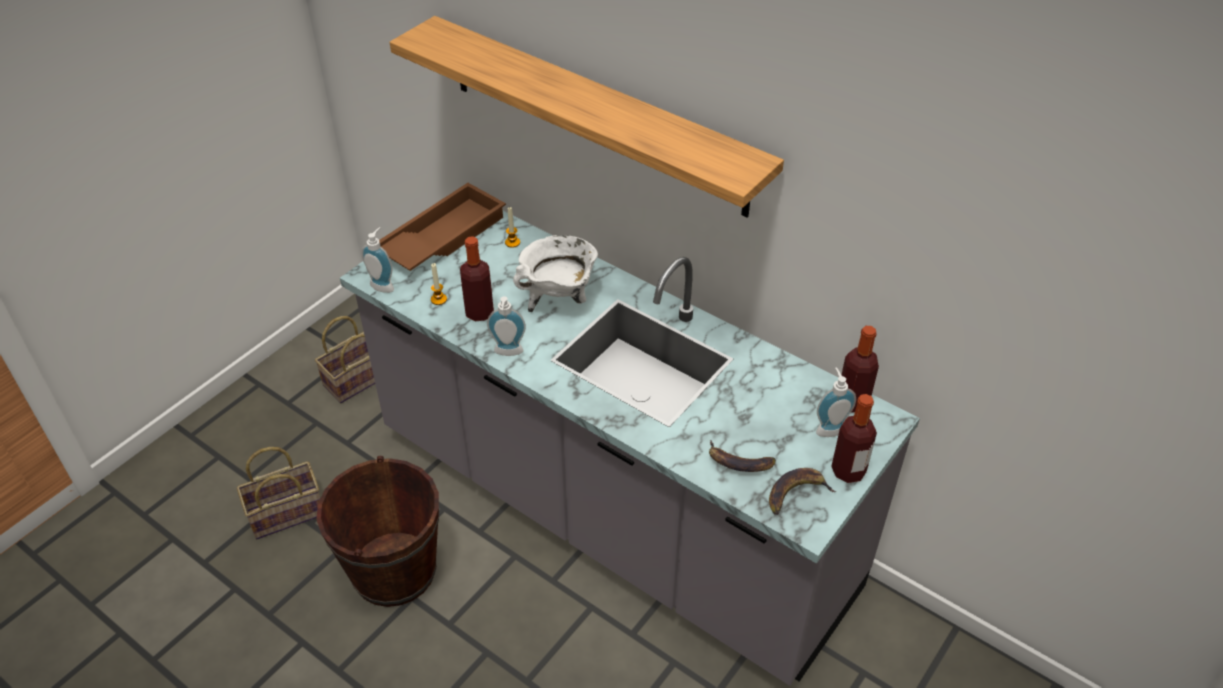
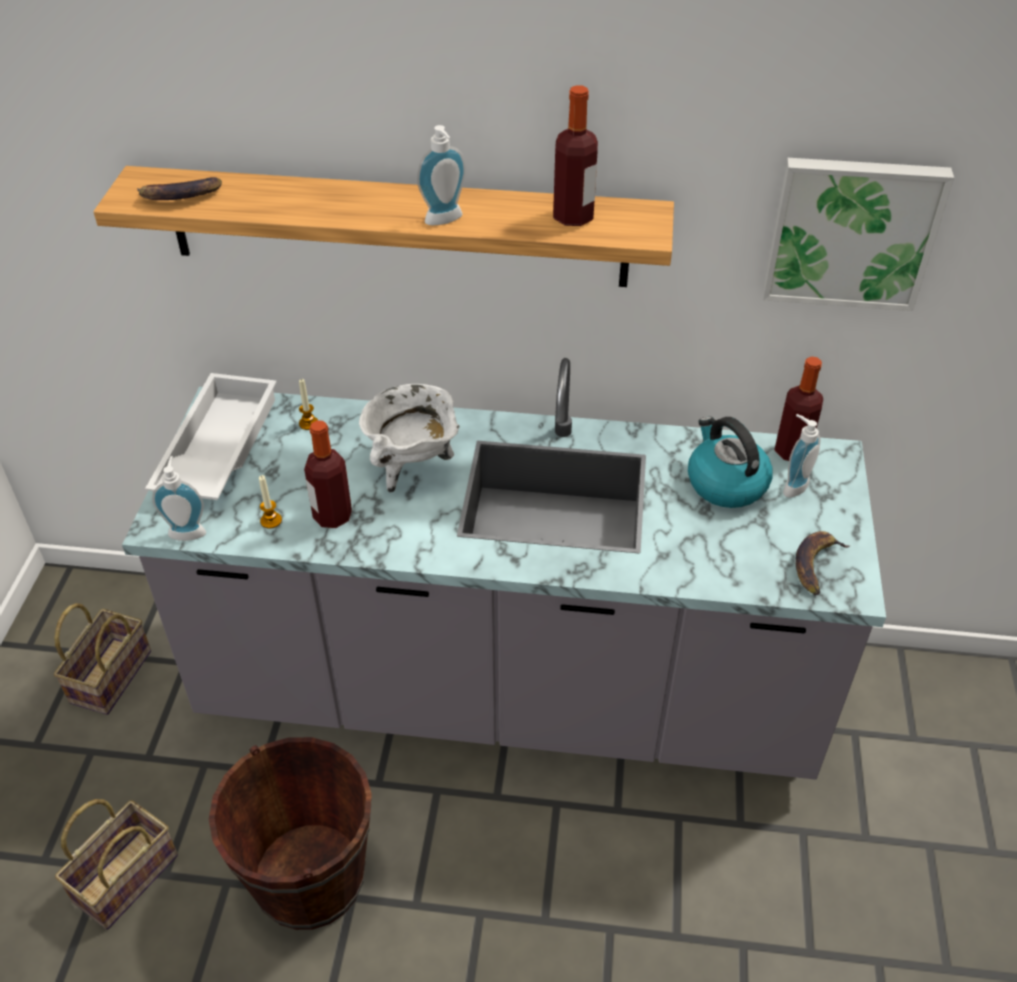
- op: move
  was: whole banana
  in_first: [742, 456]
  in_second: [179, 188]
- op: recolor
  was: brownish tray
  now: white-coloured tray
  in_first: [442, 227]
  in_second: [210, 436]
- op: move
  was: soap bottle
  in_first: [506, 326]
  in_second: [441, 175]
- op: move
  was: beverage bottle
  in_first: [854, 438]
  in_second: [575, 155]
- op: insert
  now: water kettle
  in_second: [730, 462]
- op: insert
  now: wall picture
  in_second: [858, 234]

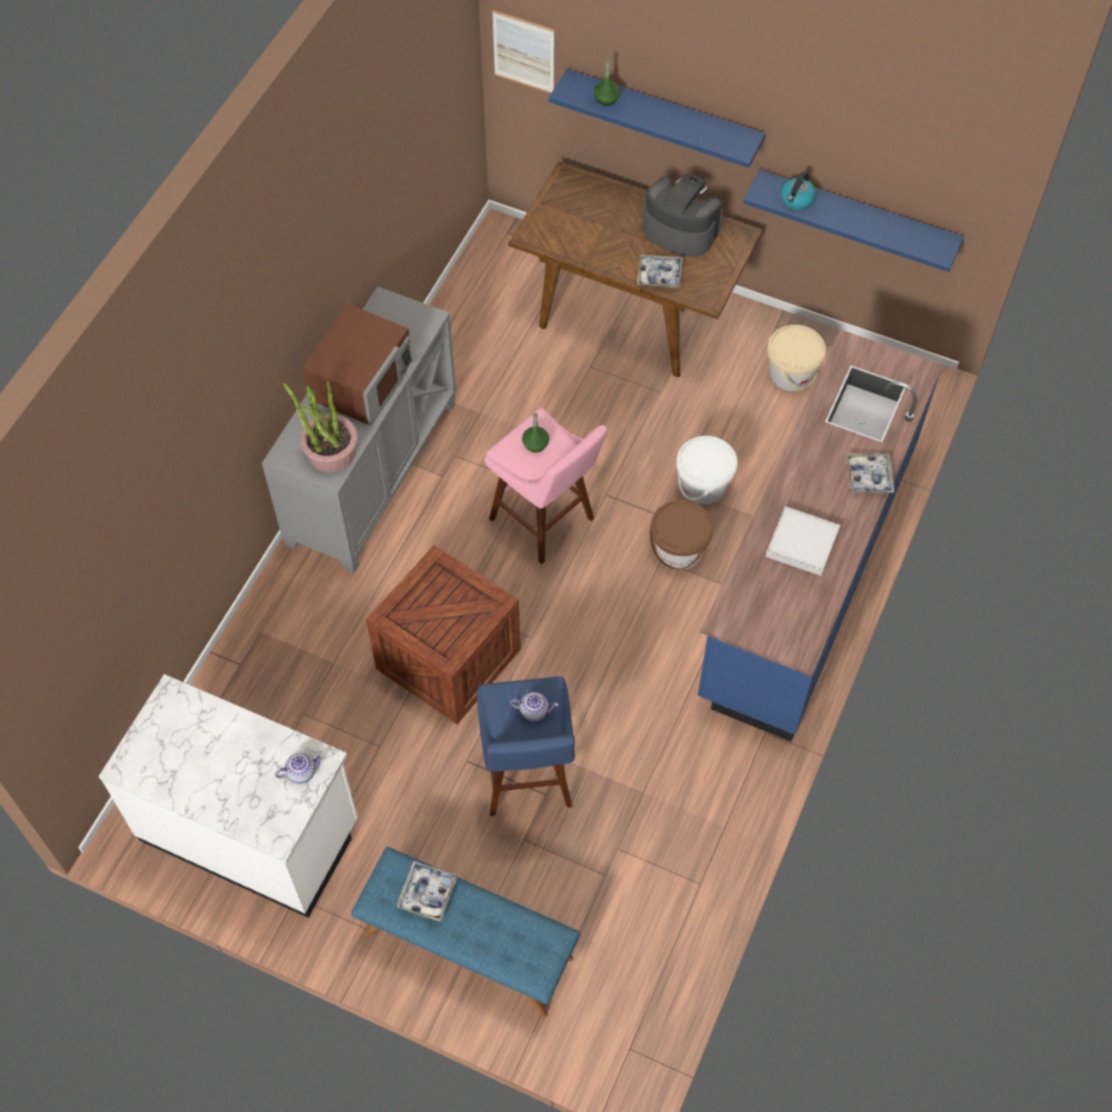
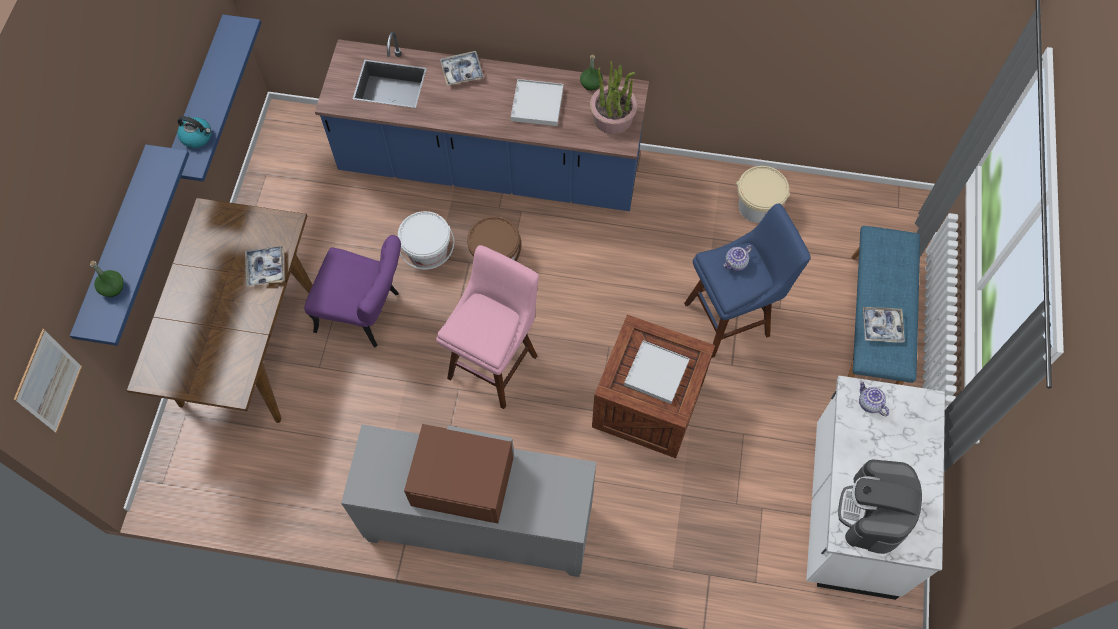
- op: insert
  now: purple chair
  in_second: [352, 291]
- op: move
  was: greenish beverage bottle
  in_first: [535, 433]
  in_second: [591, 72]
- op: move
  was: houseplant
  in_first: [320, 427]
  in_second: [614, 98]
- op: insert
  now: white-coloured tray
  in_second: [657, 372]
- op: rotate
  was: tea pot
  in_first: [534, 707]
  in_second: [738, 258]
  clockwise: -120
- op: move
  was: sand-coloured pail
  in_first: [796, 358]
  in_second: [763, 194]
- op: move
  was: coffee brewer
  in_first: [682, 215]
  in_second: [880, 506]

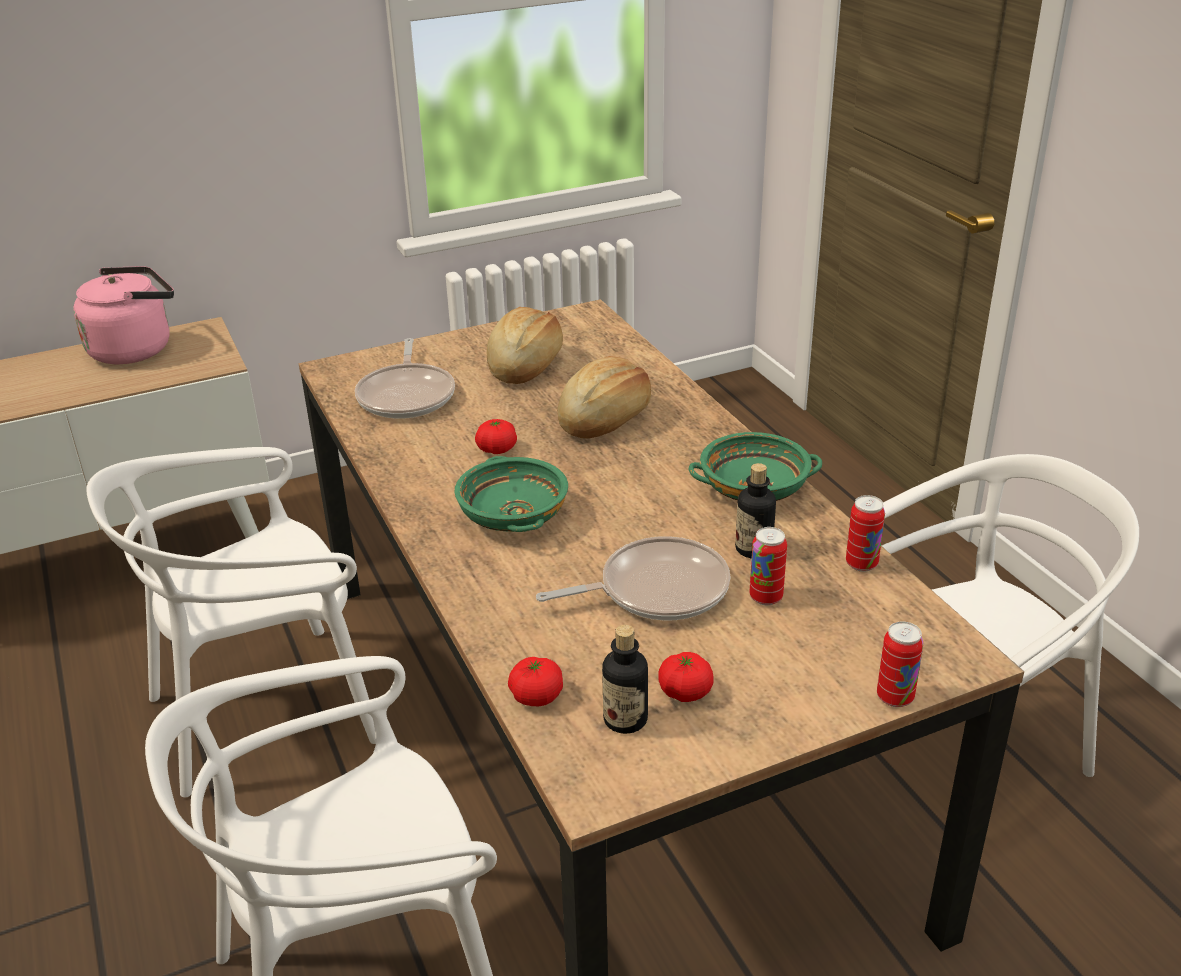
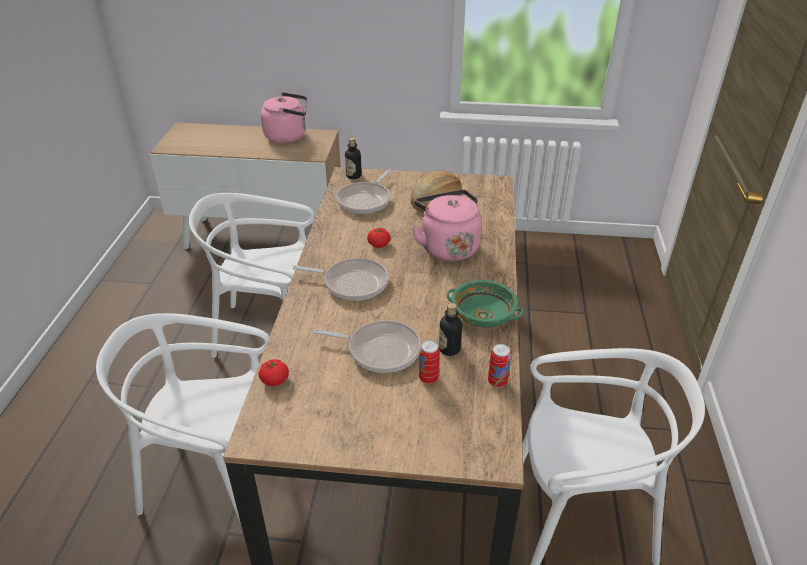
- op: replace
  was: greenish deep dish
  now: skillet
  in_first: [511, 494]
  in_second: [340, 279]
- op: move
  was: beverage bottle
  in_first: [625, 679]
  in_second: [353, 158]
- op: replace
  was: baked bread
  now: pinkish water kettle
  in_first: [604, 397]
  in_second: [447, 225]
- op: delete
  was: tomato
  in_first: [686, 677]
- op: delete
  was: sealed can
  in_first: [900, 664]

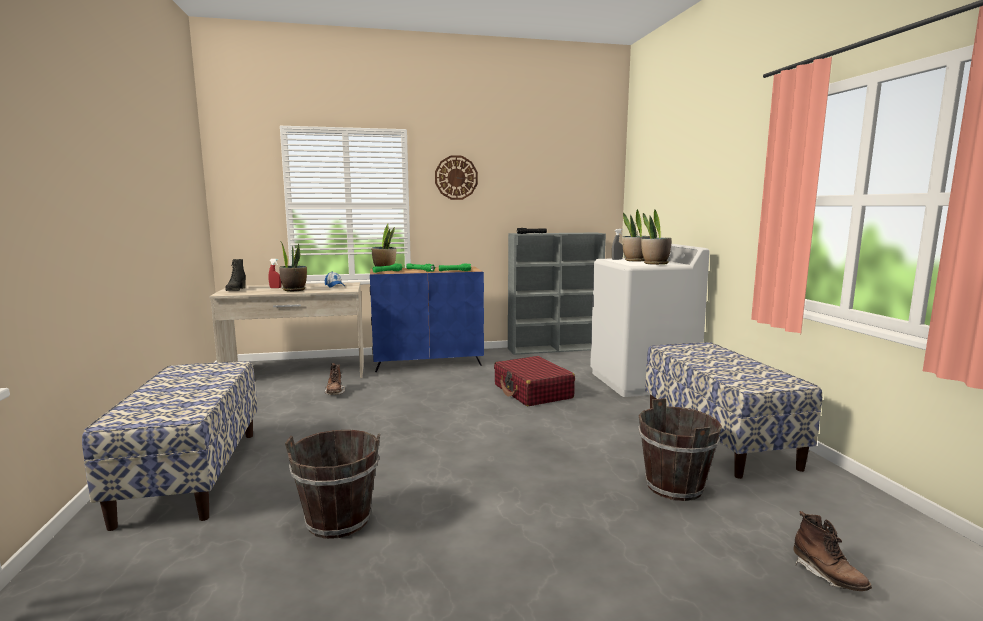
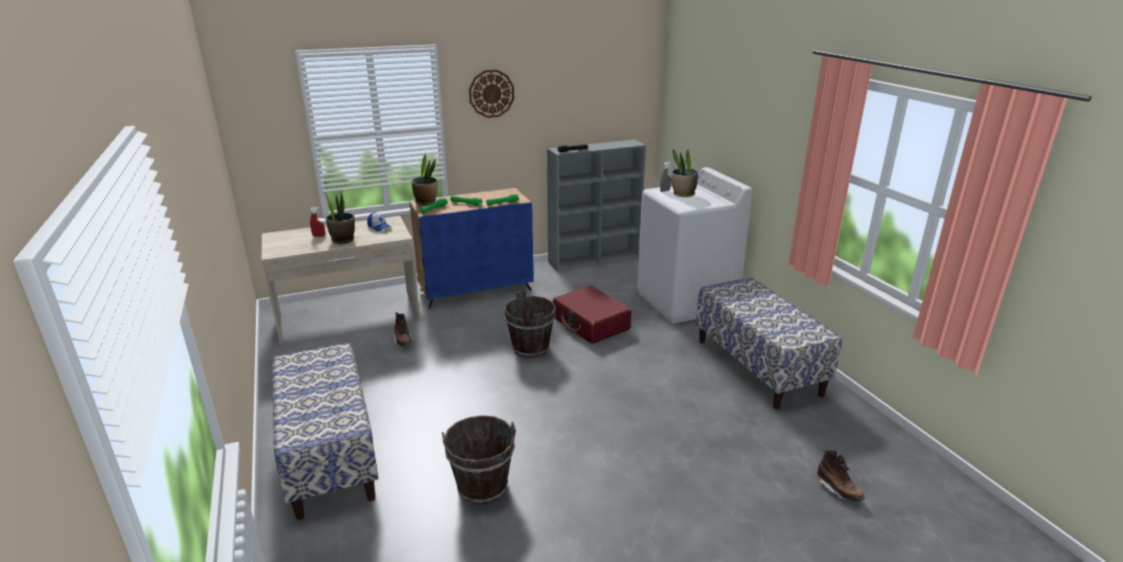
- op: move
  was: brownish pail
  in_first: [680, 449]
  in_second: [530, 324]
- op: delete
  was: black tall boot
  in_first: [235, 275]
- op: delete
  was: houseplant
  in_first: [656, 237]

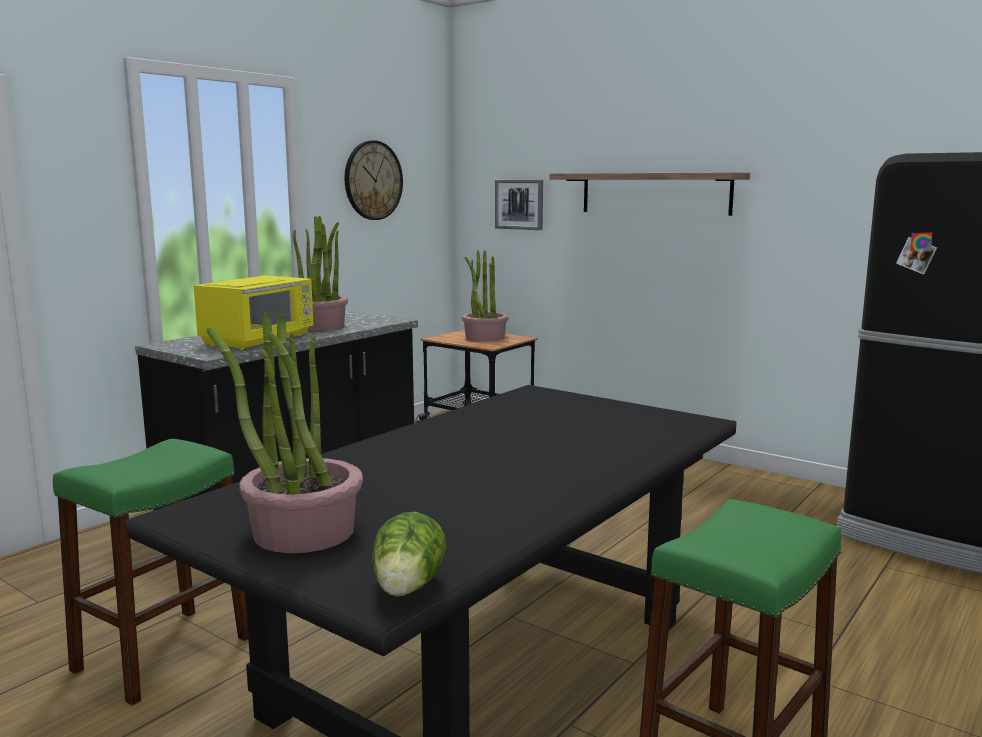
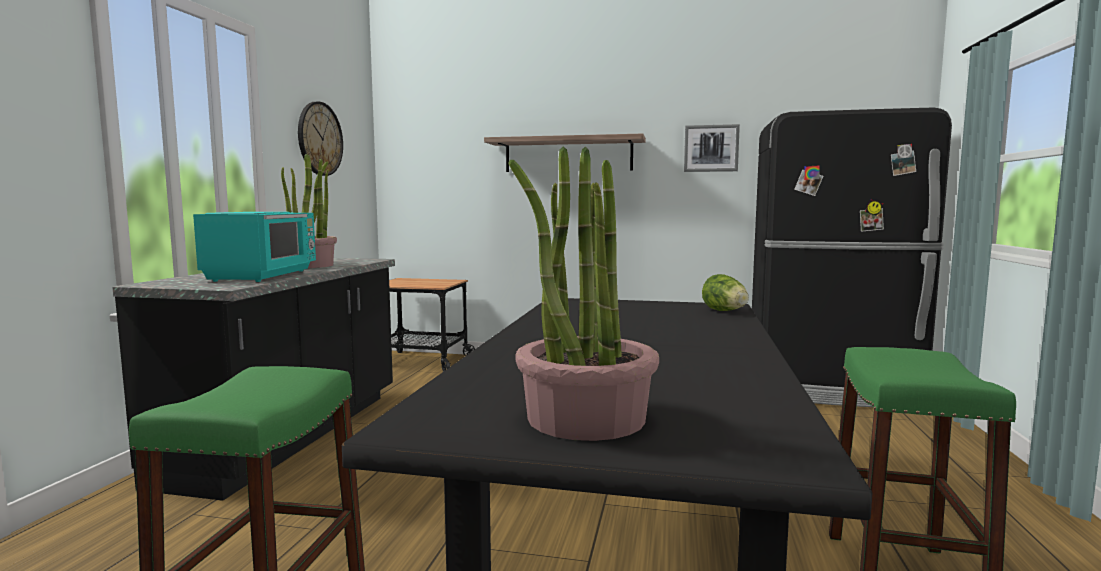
- op: recolor
  was: yellowish kitchen microwave
  now: turquoise-coloured kitchen microwave
  in_first: [253, 312]
  in_second: [254, 247]
- op: move
  was: wall picture
  in_first: [519, 205]
  in_second: [712, 148]
- op: move
  was: lettuce head
  in_first: [409, 554]
  in_second: [725, 292]
- op: delete
  was: houseplant
  in_first: [485, 296]

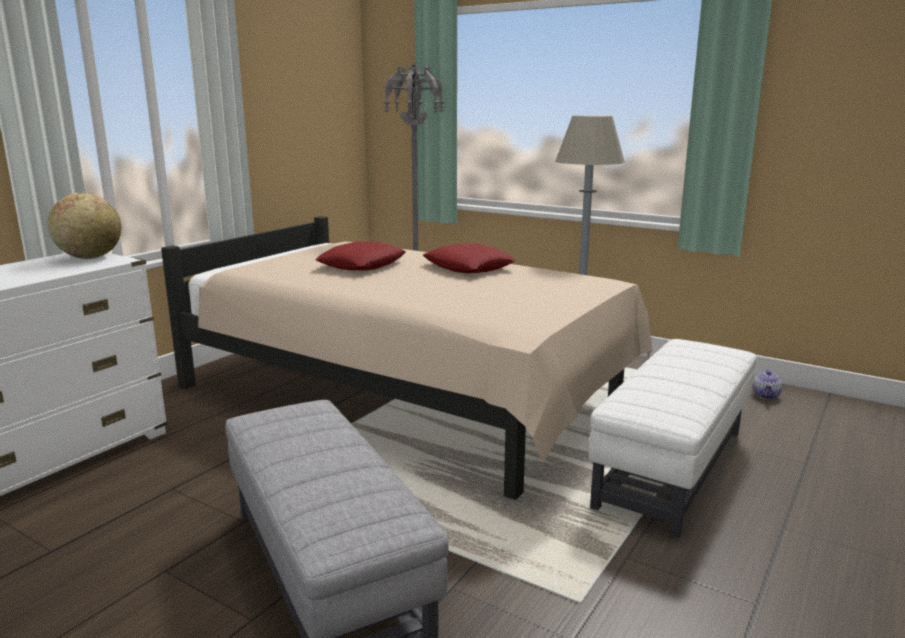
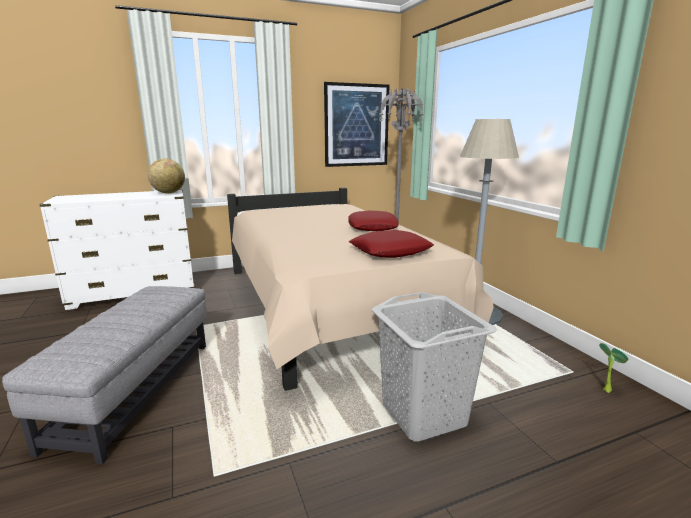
- op: insert
  now: wall picture
  in_second: [356, 124]
- op: move
  was: red cushion
  in_first: [361, 255]
  in_second: [391, 244]
- op: replace
  was: white-coloured footrest
  now: gray laundry basket
  in_first: [672, 438]
  in_second: [434, 367]
- op: replace
  was: tea pot
  now: houseplant
  in_first: [767, 384]
  in_second: [613, 368]

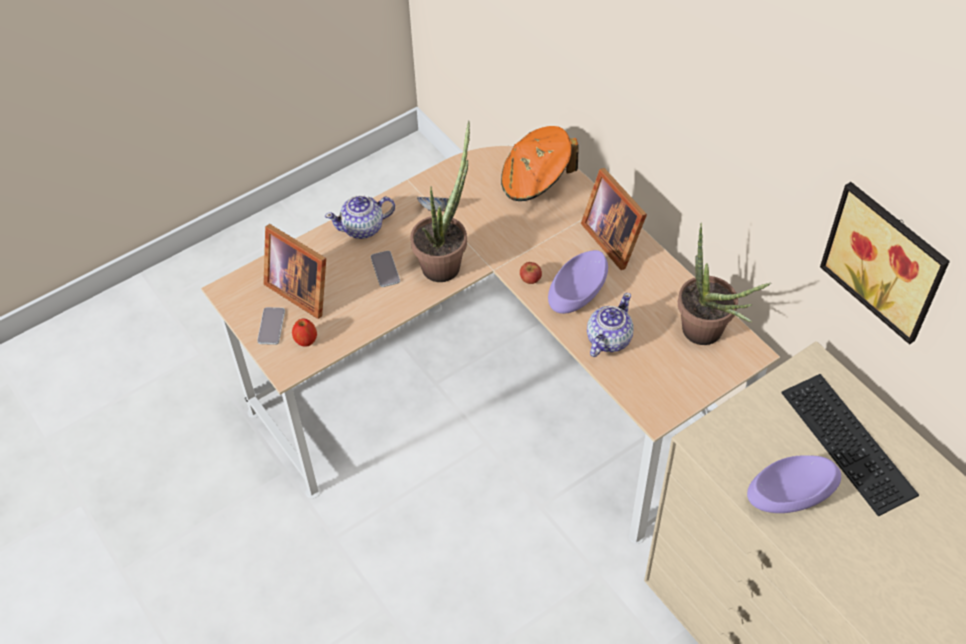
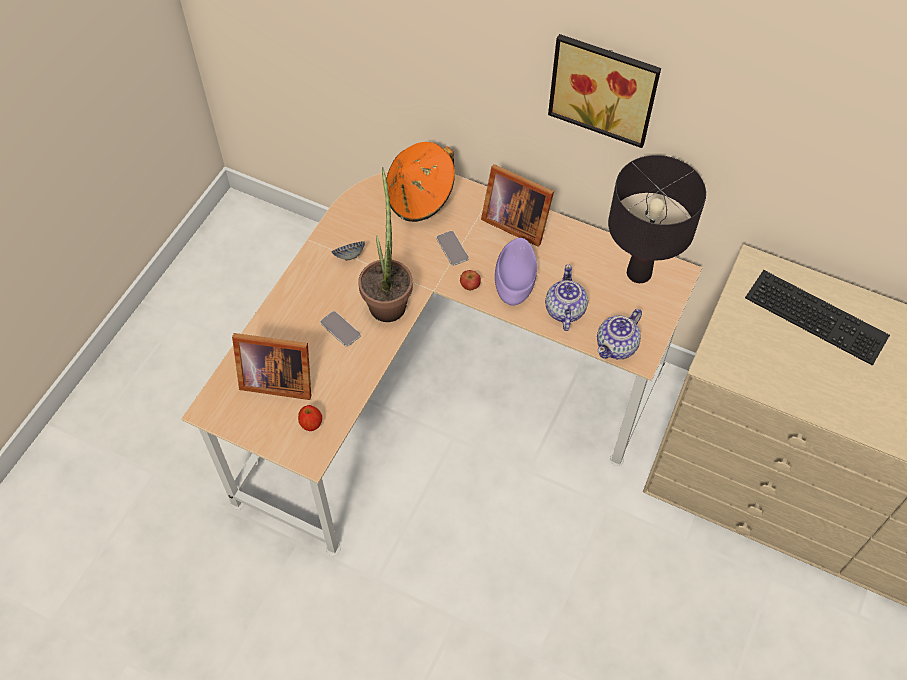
- op: move
  was: telephone
  in_first: [271, 326]
  in_second: [452, 248]
- op: move
  was: wall picture
  in_first: [885, 263]
  in_second: [604, 91]
- op: move
  was: tea pot
  in_first: [360, 217]
  in_second: [619, 334]
- op: replace
  was: houseplant
  now: black lamp for a table
  in_first: [724, 284]
  in_second: [657, 219]
- op: delete
  was: purple deep dish
  in_first: [794, 484]

